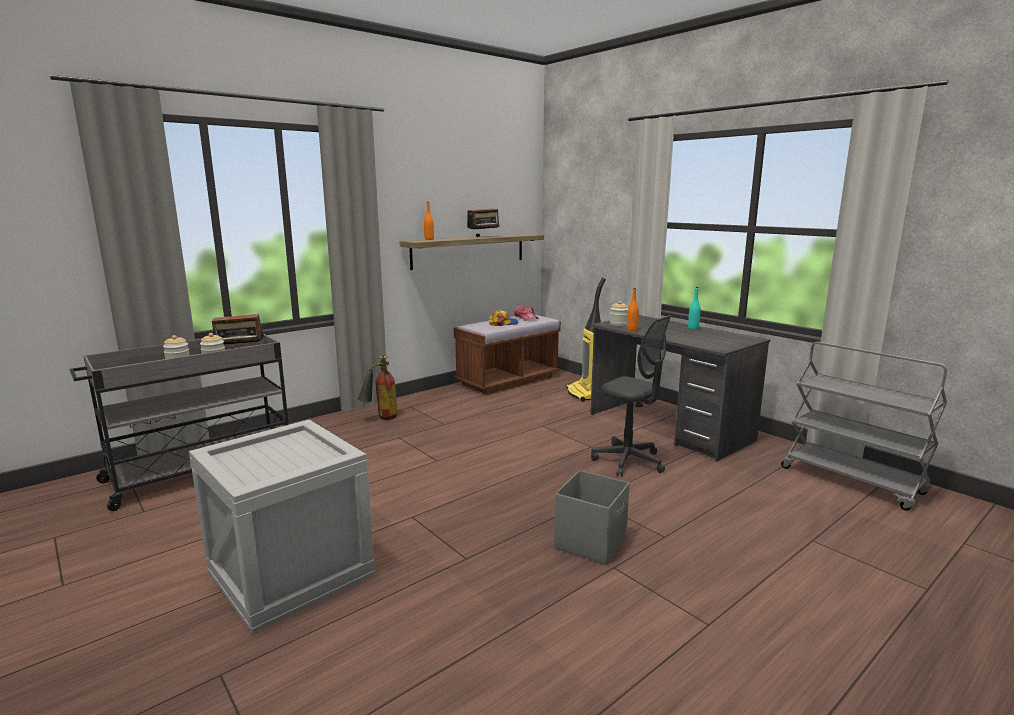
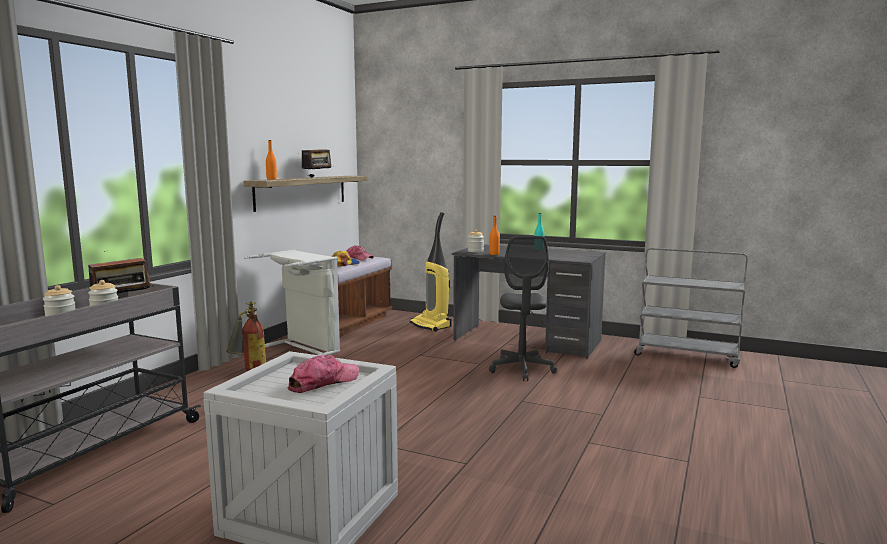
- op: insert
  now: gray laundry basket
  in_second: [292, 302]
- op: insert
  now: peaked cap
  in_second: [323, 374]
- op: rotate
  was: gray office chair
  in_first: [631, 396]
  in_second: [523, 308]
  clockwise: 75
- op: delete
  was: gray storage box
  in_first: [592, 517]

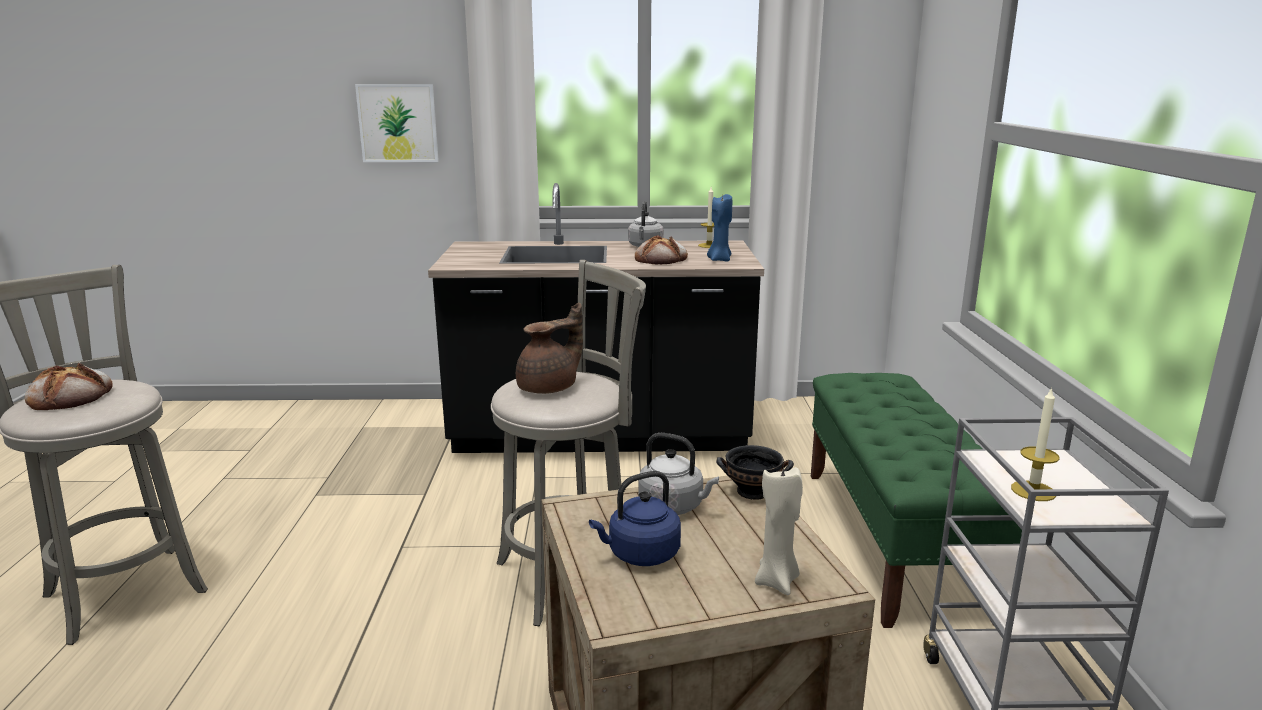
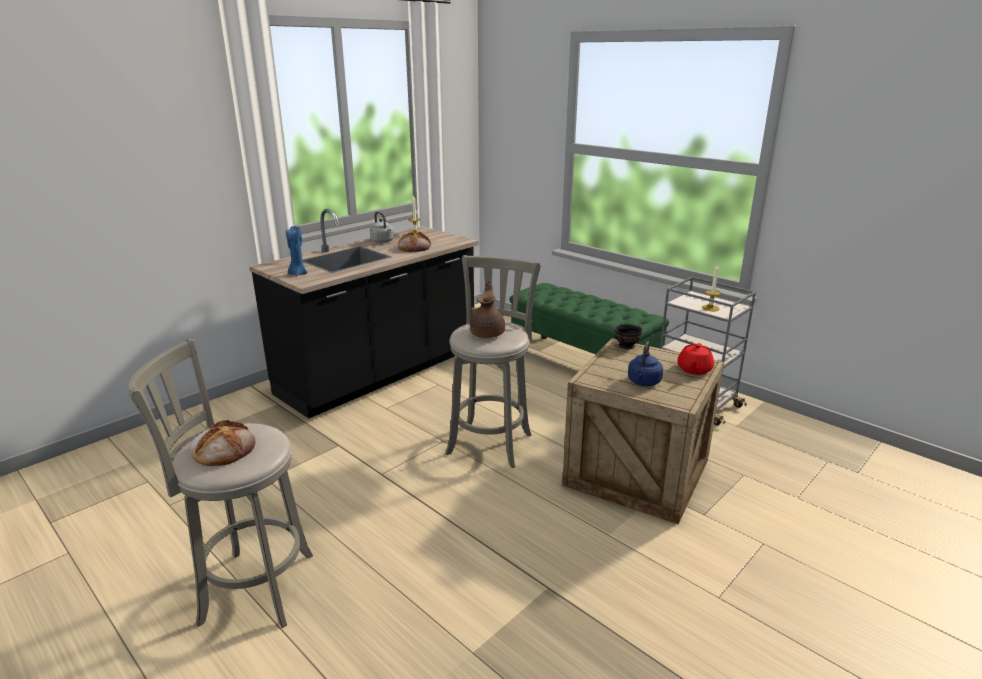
- op: move
  was: blue candle
  in_first: [719, 227]
  in_second: [296, 251]
- op: replace
  was: sand-coloured candle
  now: red tea pot
  in_first: [779, 529]
  in_second: [695, 359]
- op: delete
  was: wall picture
  in_first: [397, 123]
- op: delete
  was: gray water kettle
  in_first: [678, 474]

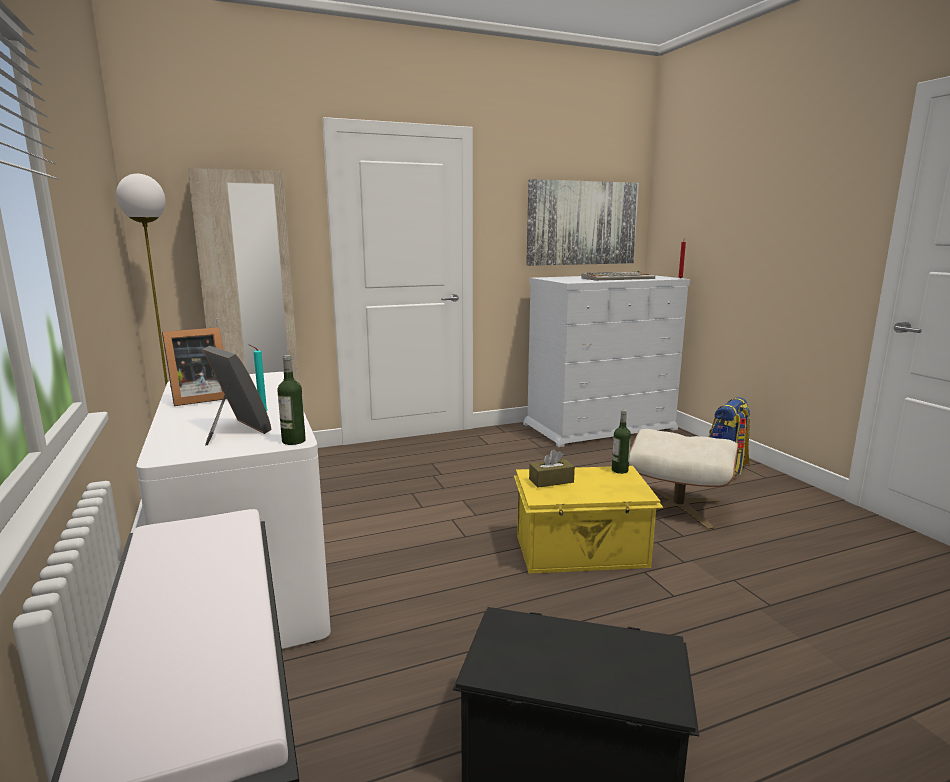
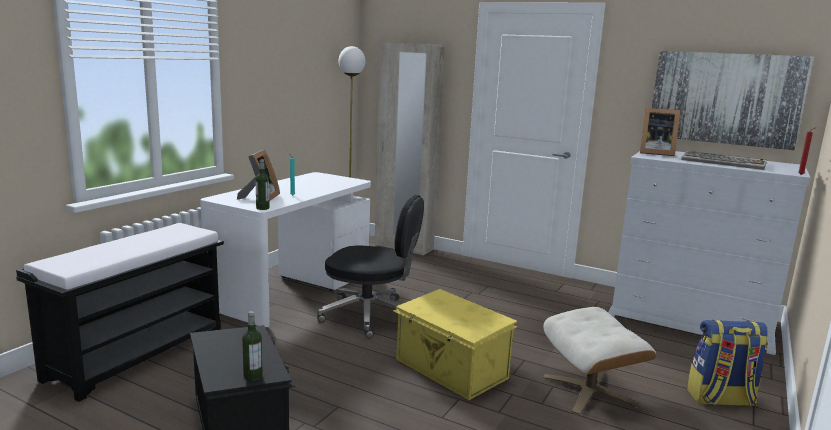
- op: move
  was: beverage bottle
  in_first: [621, 442]
  in_second: [252, 346]
- op: insert
  now: black office chair
  in_second: [370, 266]
- op: move
  was: picture frame
  in_first: [194, 366]
  in_second: [660, 132]
- op: delete
  was: brownish tissue holder
  in_first: [552, 468]

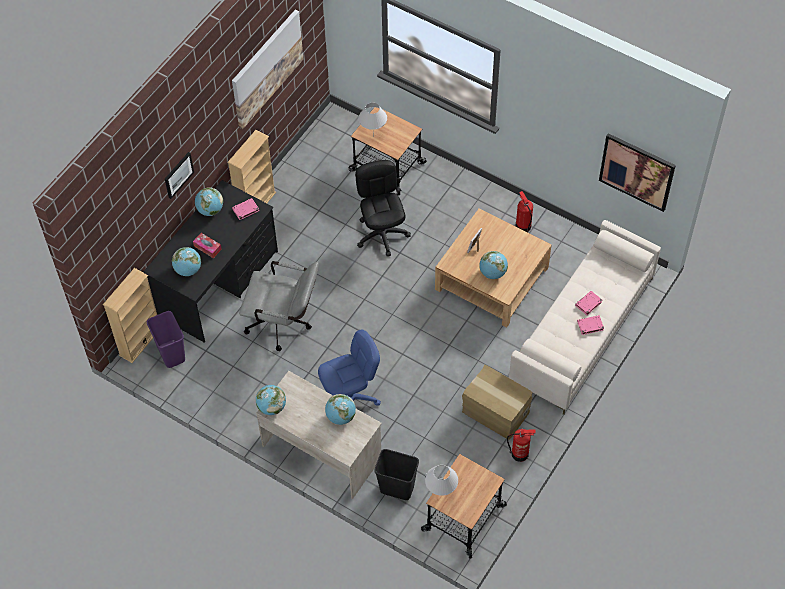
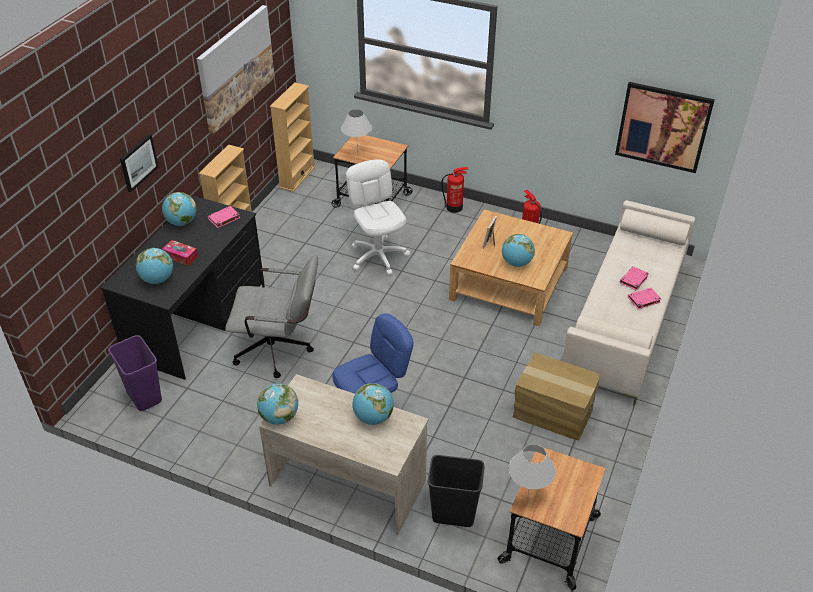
- op: move
  was: sand-coloured bookshelf
  in_first: [130, 315]
  in_second: [293, 137]
- op: recolor
  was: black office chair
  now: white-coloured office chair
  in_first: [383, 208]
  in_second: [378, 217]
- op: move
  was: extinguisher
  in_first: [521, 445]
  in_second: [455, 190]

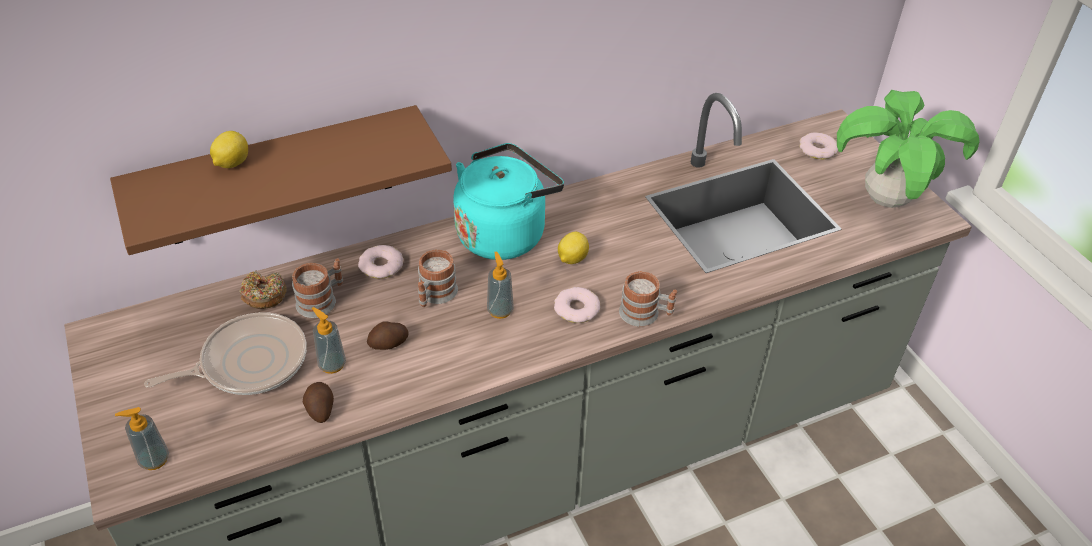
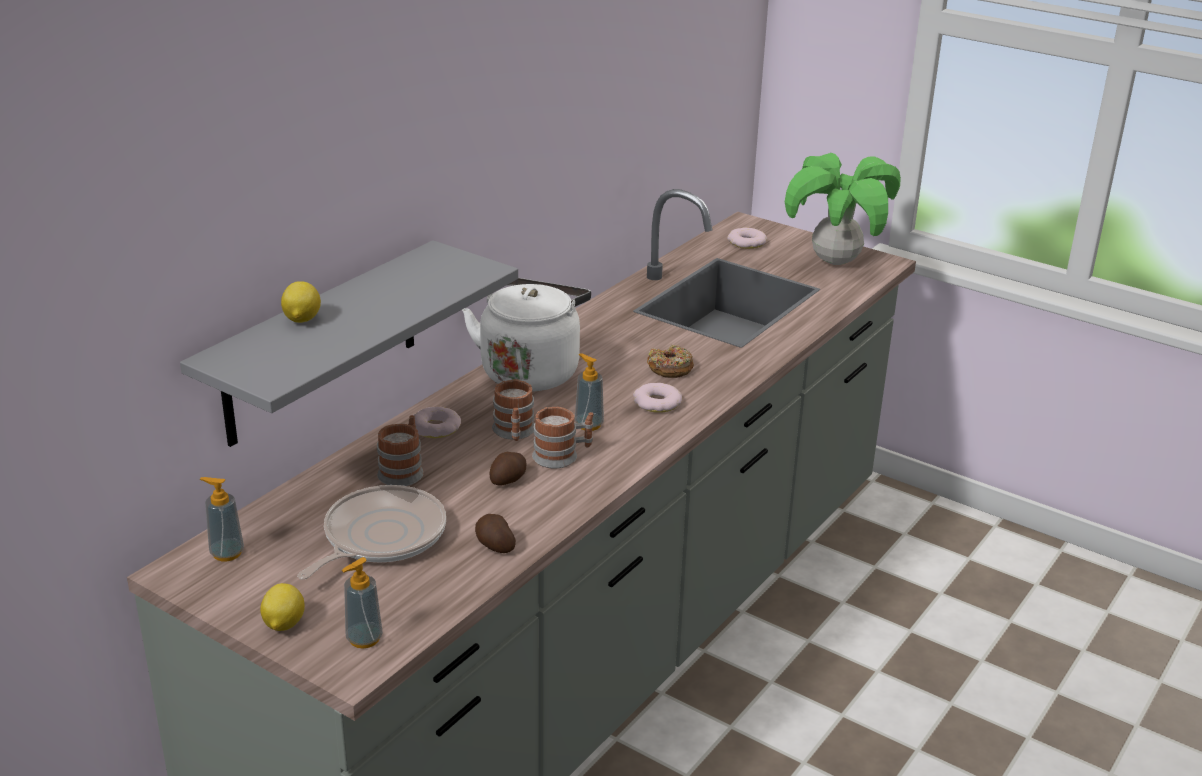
- op: recolor
  was: brownish shelf
  now: gray shelf
  in_first: [281, 180]
  in_second: [349, 343]
- op: move
  was: soap bottle
  in_first: [328, 340]
  in_second: [222, 519]
- op: move
  was: citrus fruit
  in_first: [573, 248]
  in_second: [282, 607]
- op: recolor
  was: turquoise-coloured water kettle
  now: white-coloured water kettle
  in_first: [508, 201]
  in_second: [526, 334]
- op: move
  was: coffee mug
  in_first: [648, 298]
  in_second: [562, 437]
- op: move
  was: donut
  in_first: [263, 289]
  in_second: [670, 361]

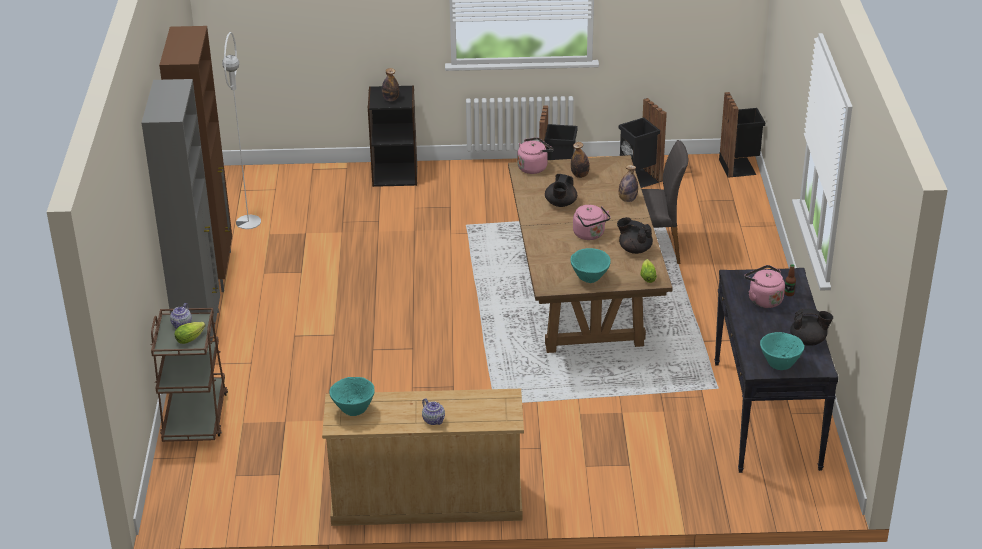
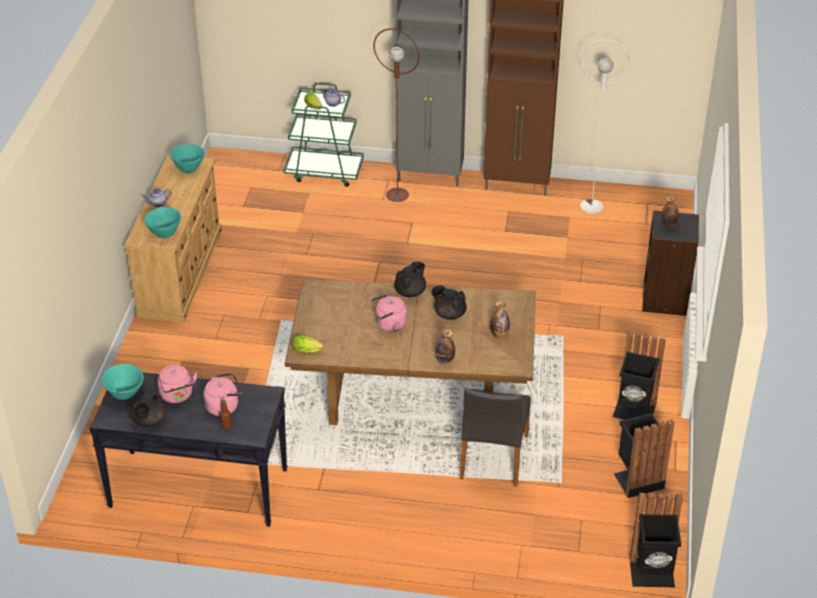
- op: move
  was: turquoise-coloured deep dish
  in_first: [590, 265]
  in_second: [162, 222]
- op: move
  was: pinkish water kettle
  in_first: [535, 155]
  in_second: [178, 384]
- op: recolor
  was: brownish wheeled cart
  now: greenish wheeled cart
  in_first: [189, 375]
  in_second: [324, 135]
- op: insert
  now: brownish standard lamp
  in_second: [397, 115]
- op: move
  was: black tea pot
  in_first: [635, 235]
  in_second: [410, 279]

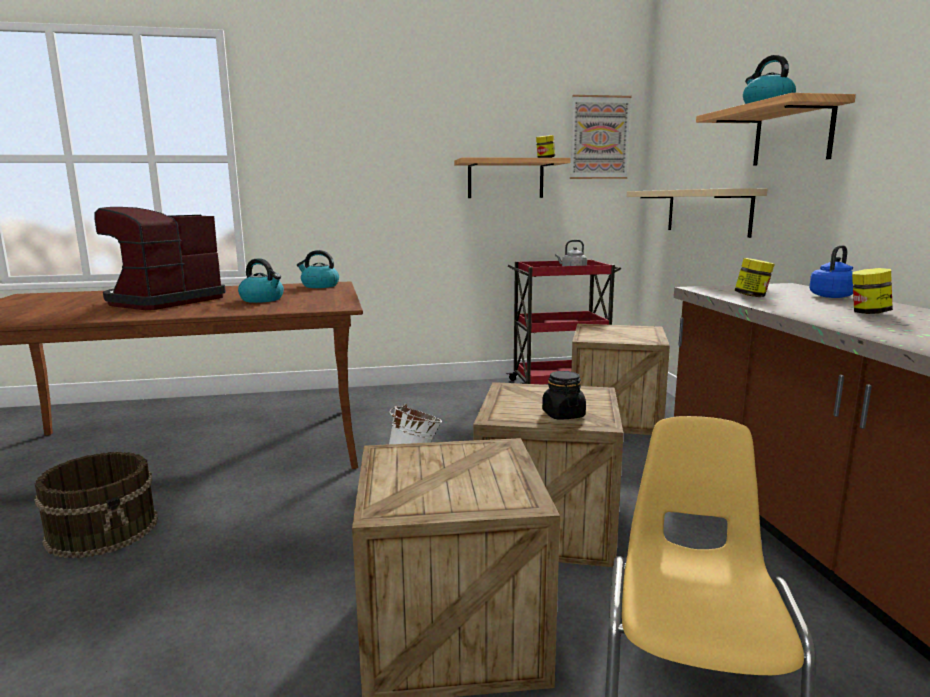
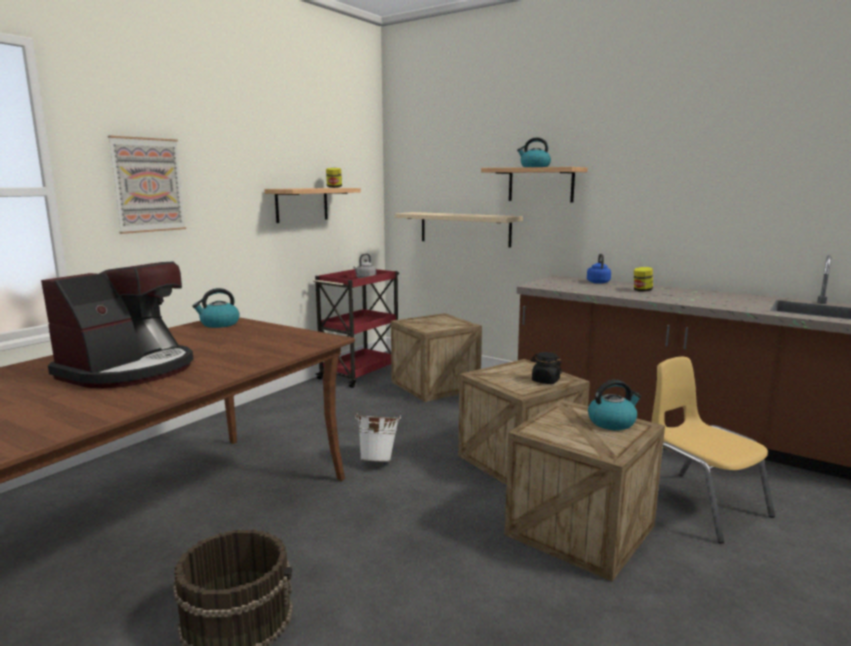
- op: rotate
  was: coffee brewer
  in_first: [160, 258]
  in_second: [117, 325]
  clockwise: -135
- op: move
  was: wall picture
  in_first: [601, 137]
  in_second: [147, 185]
- op: move
  was: water kettle
  in_first: [261, 280]
  in_second: [615, 405]
- op: delete
  was: storage jar
  in_first: [755, 277]

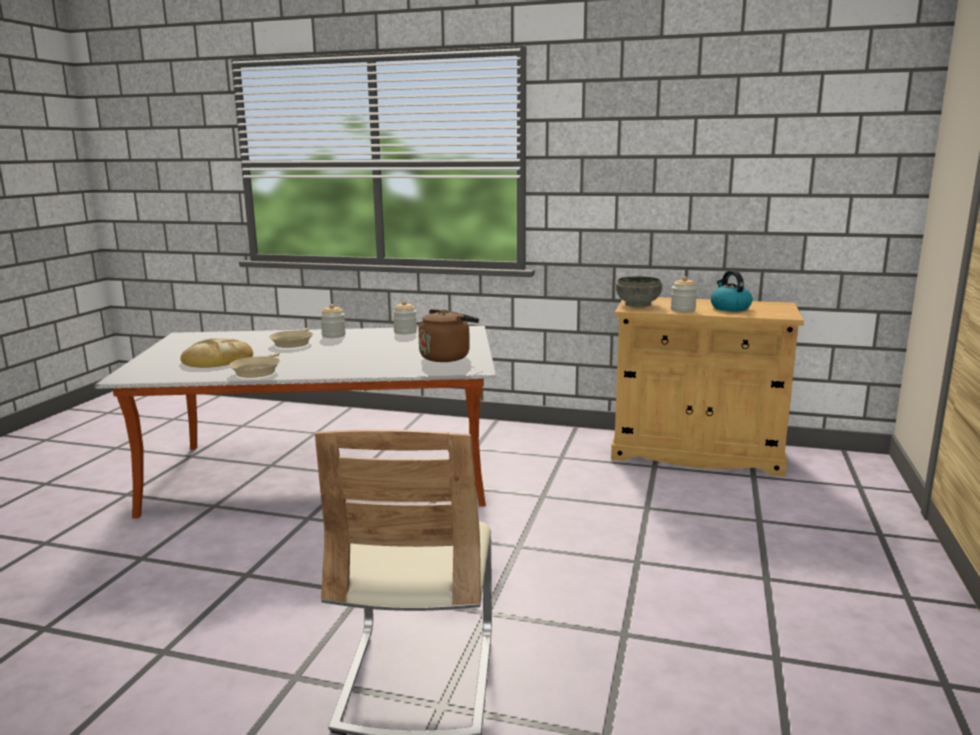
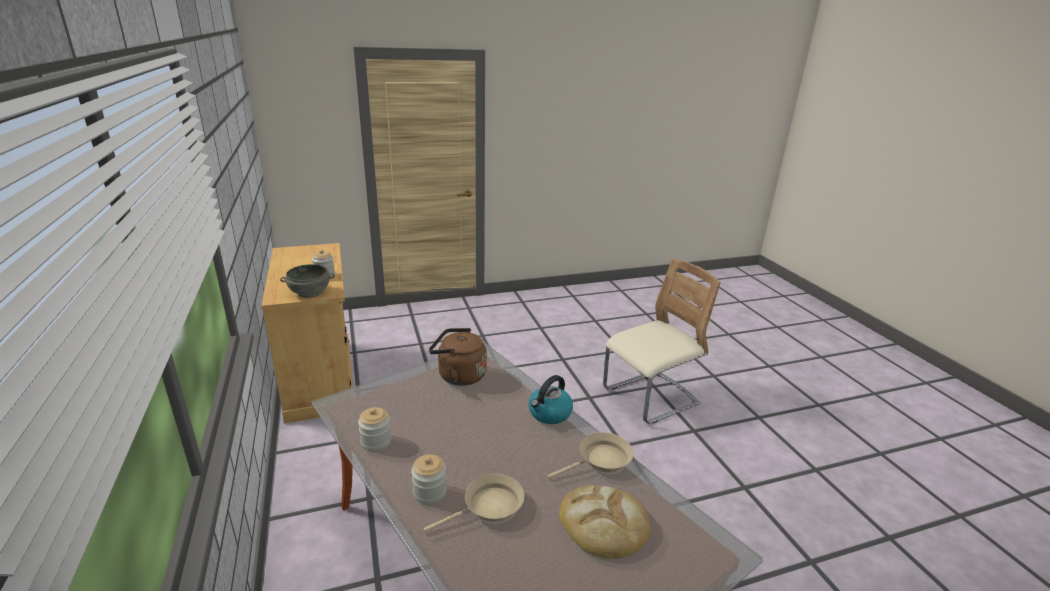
- op: move
  was: water kettle
  in_first: [732, 290]
  in_second: [550, 399]

